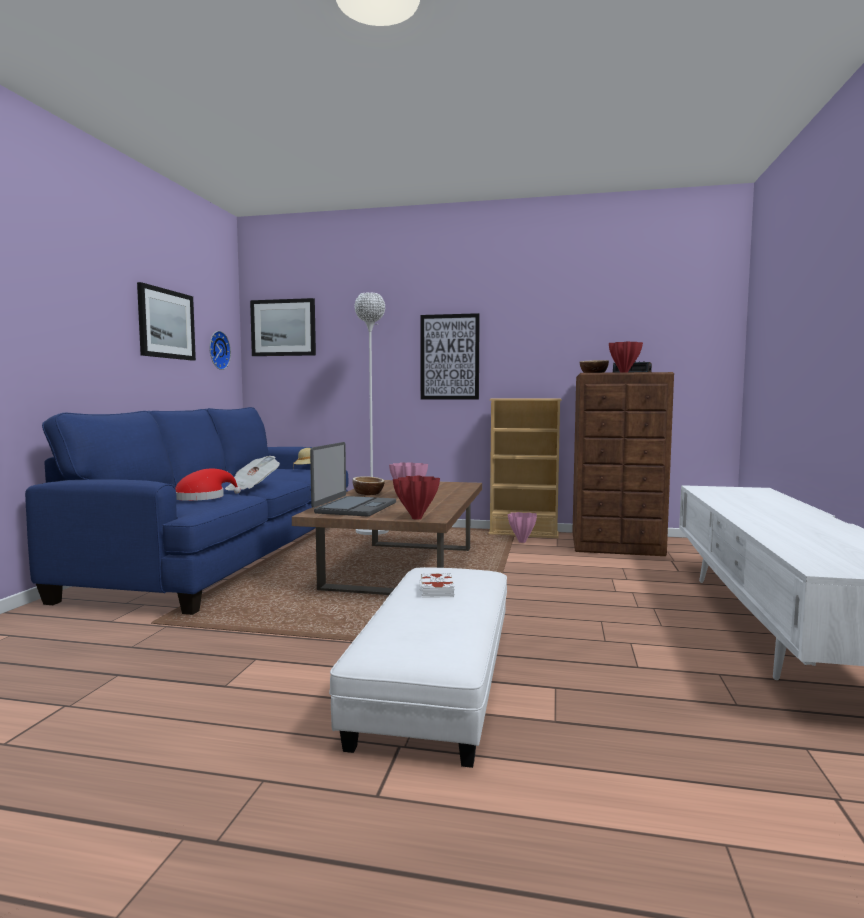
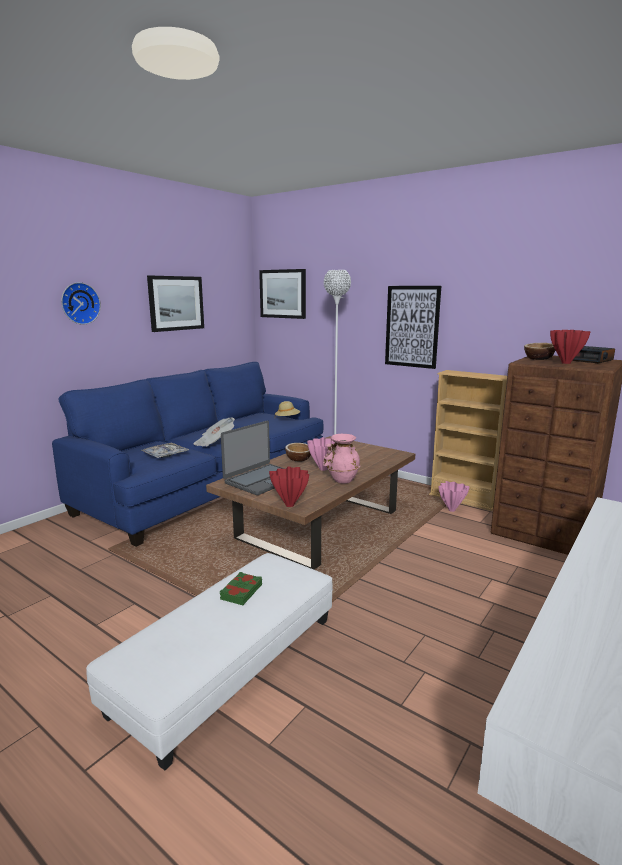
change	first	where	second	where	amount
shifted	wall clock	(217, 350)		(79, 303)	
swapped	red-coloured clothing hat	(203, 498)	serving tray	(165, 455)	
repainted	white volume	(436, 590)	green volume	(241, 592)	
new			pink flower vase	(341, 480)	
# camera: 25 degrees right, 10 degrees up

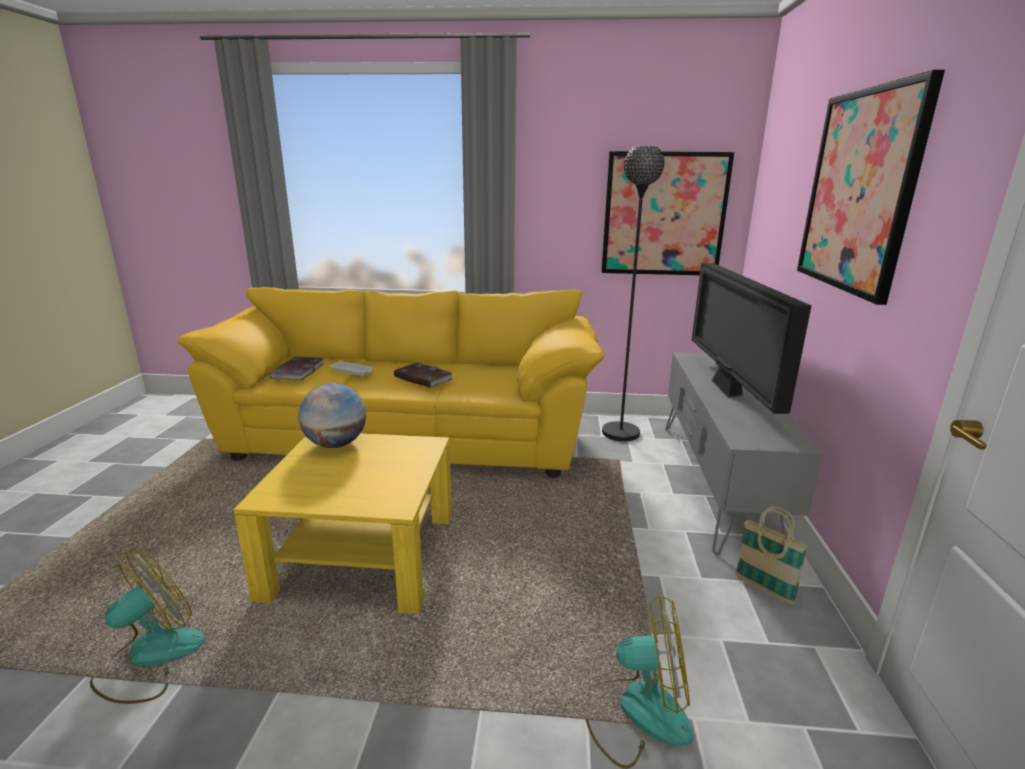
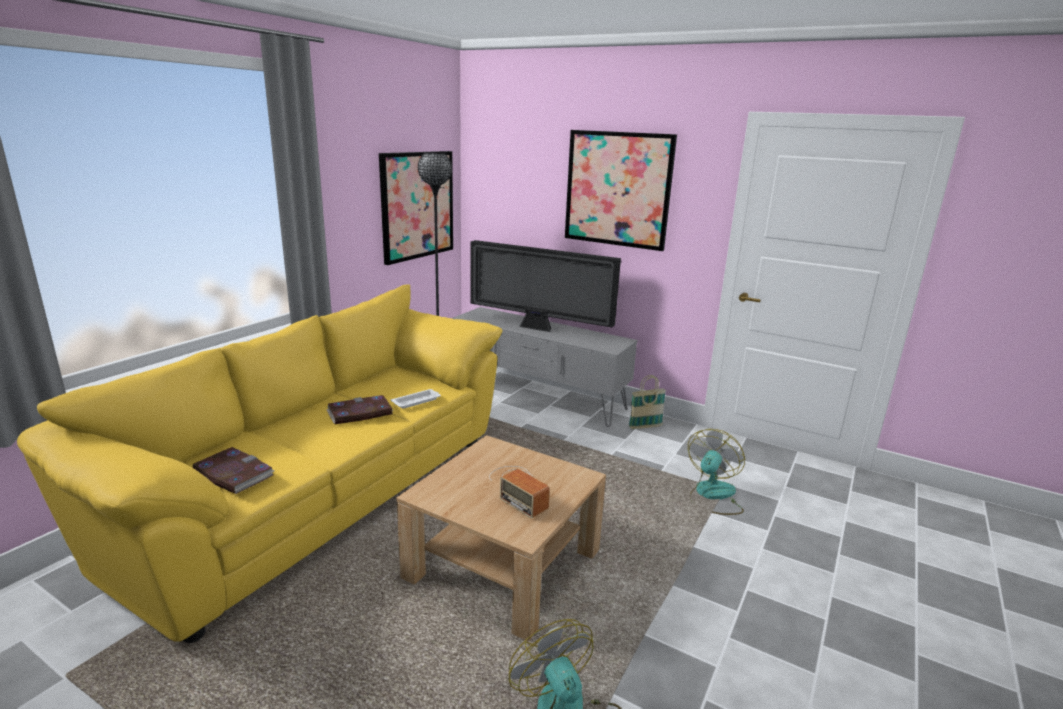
change	first	where	second	where	amount
shifted	white serving tray	(353, 371)		(417, 401)	
repainted	yellow-coloured coffee table	(363, 554)	brown coffee table	(503, 564)	
new			radio	(519, 488)	
gone	world globe	(336, 444)			
# camera: 65 degrees left, 0 degrees up

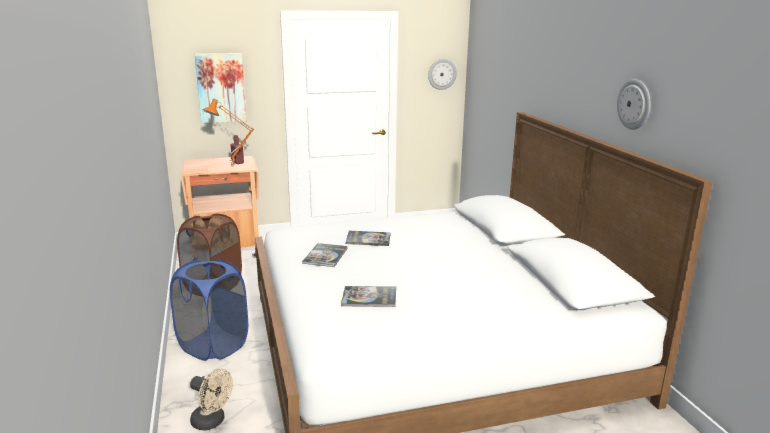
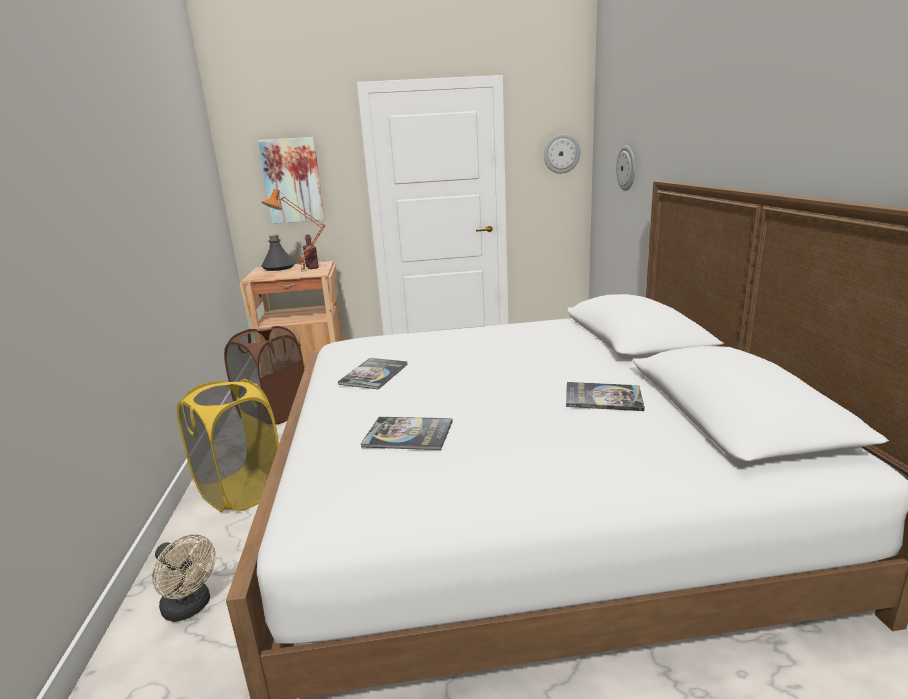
change	first	where	second	where	amount
repainted	blue-coloured laundry basket	(213, 346)	yellow-coloured laundry basket	(241, 491)	
new			greyish drink bottle	(278, 268)	
shifted	volume	(368, 239)		(603, 397)	
shifted	wall clock	(634, 104)		(627, 168)	
# camera: 10 degrees right, 0 degrees up

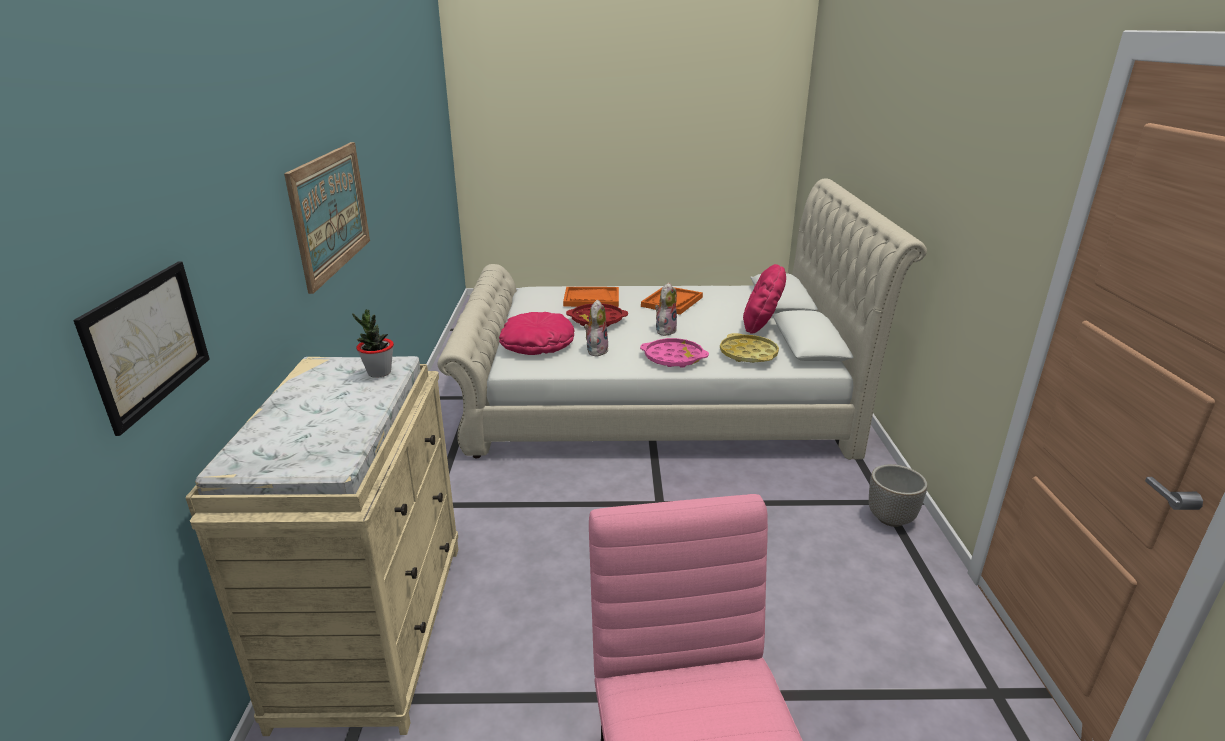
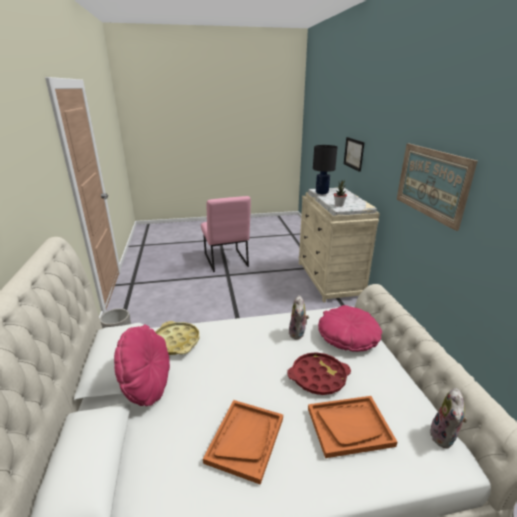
change	first	where	second	where	amount
new			black-coloured tabletop lamp	(322, 193)	
shifted	cuddly toy	(665, 330)		(444, 437)	
gone	pink serving tray	(673, 358)			
# camera: 170 degrees right, 0 degrees up

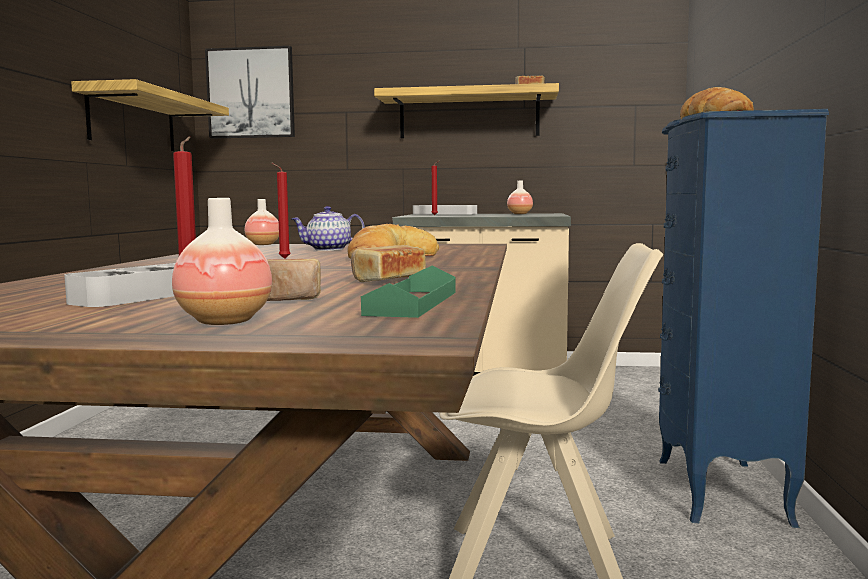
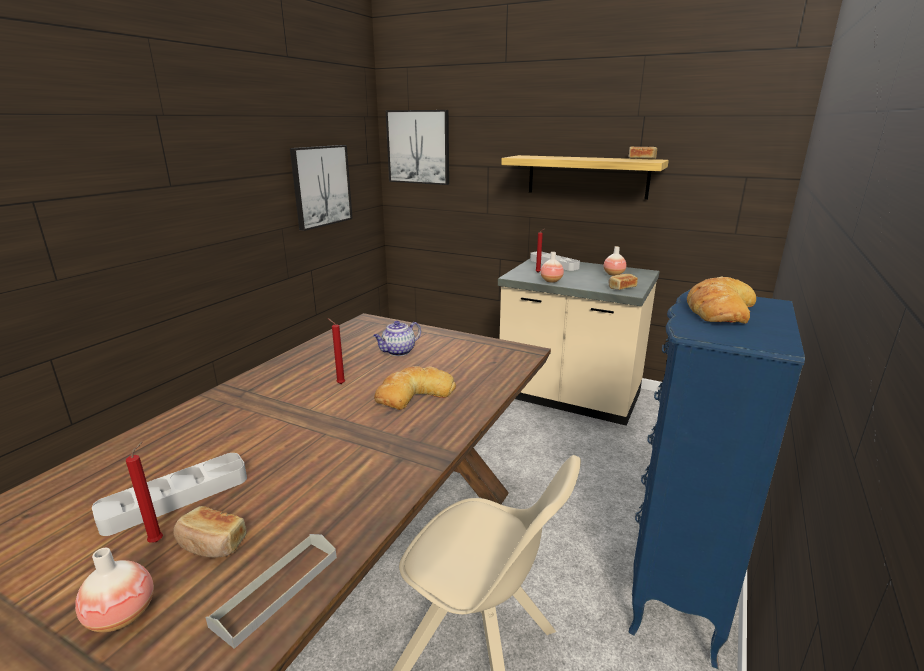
change	first	where	second	where	amount
repainted	green serving tray	(413, 303)	greyish serving tray	(277, 590)	
swapped	bracket shelf	(133, 121)	wall picture	(321, 186)	
rotated	tea pot	(328, 249)		(398, 352)	45 degrees counterclockwise
shifted	flower vase	(263, 244)		(551, 281)	
shifted	baked bread	(387, 280)		(621, 288)	
# camera: 20 degrees right, 15 degrees up

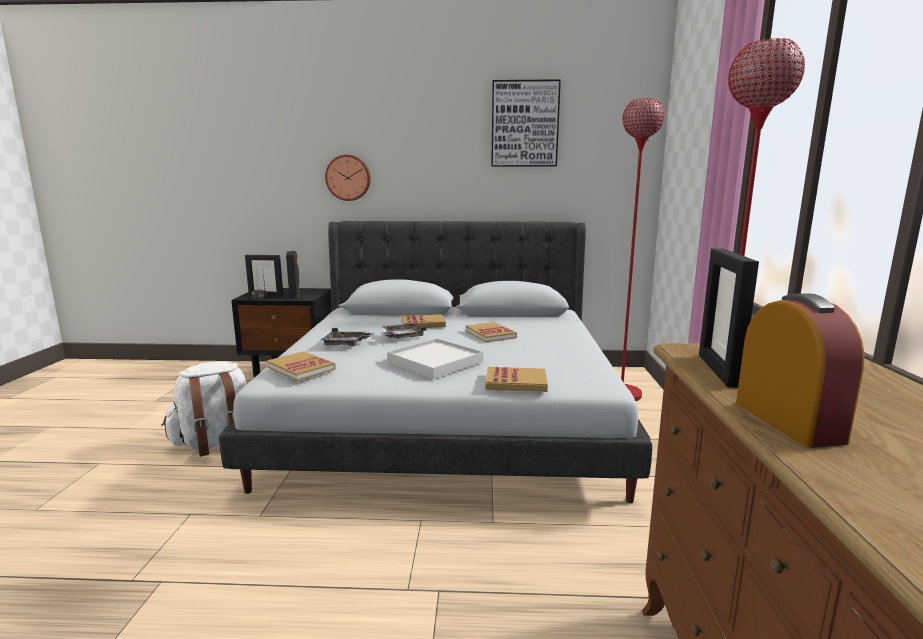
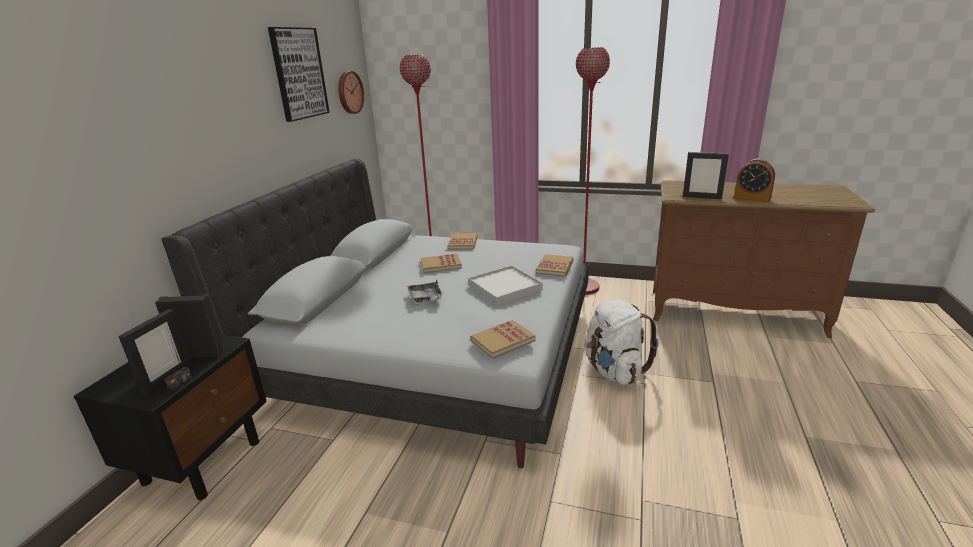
change	first	where	second	where	amount
shifted	wall clock	(348, 178)		(349, 92)	
shifted	volume	(422, 324)		(463, 243)	
shifted	white backpack	(217, 443)		(614, 370)	
rotated	bedside clock	(787, 421)		(752, 198)	150 degrees counterclockwise
gone	greyish serving tray	(346, 344)			
# camera: 75 degrees left, 10 degrees up

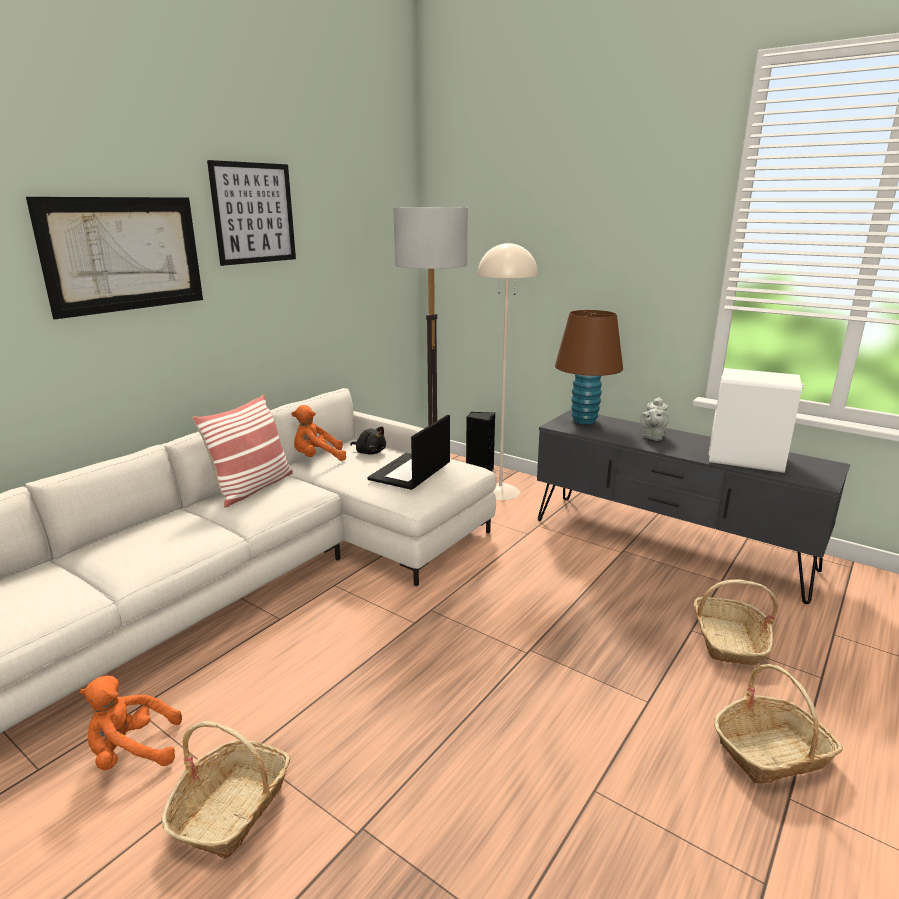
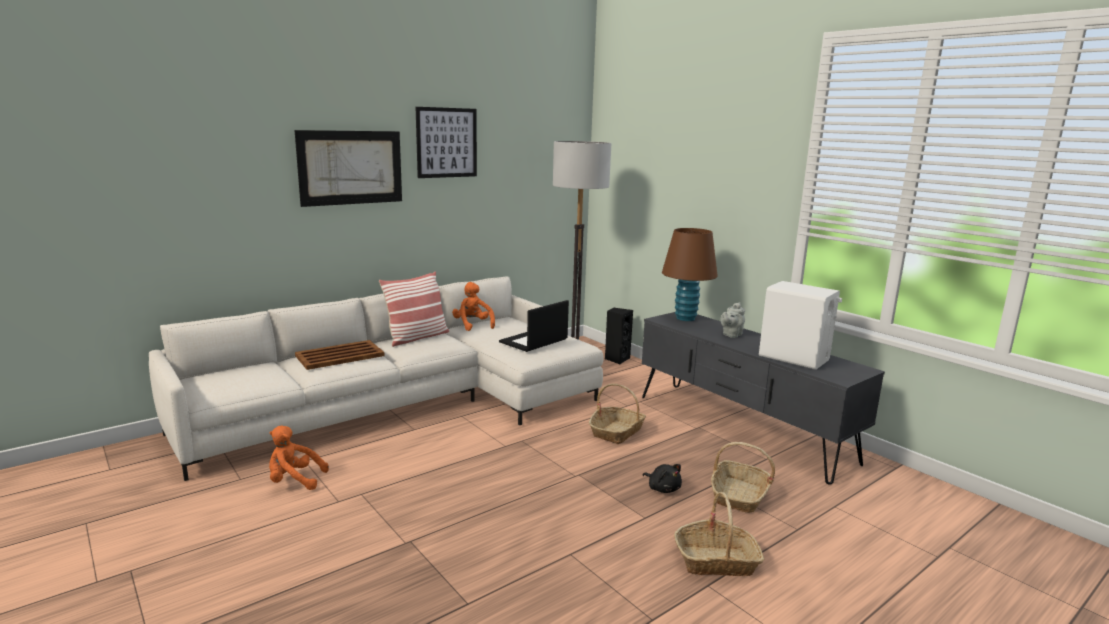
change	first	where	second	where	amount
new			brown serving tray	(341, 356)	
rotated	orange cuddly toy	(317, 458)		(473, 325)	60 degrees clockwise
shifted	storage basket	(232, 808)		(617, 432)	
shifted	black-coloured cuddly toy	(370, 452)		(663, 488)	
gone	beige standard lamp	(500, 491)			
# camera: 15 degrees right, 5 degrees down

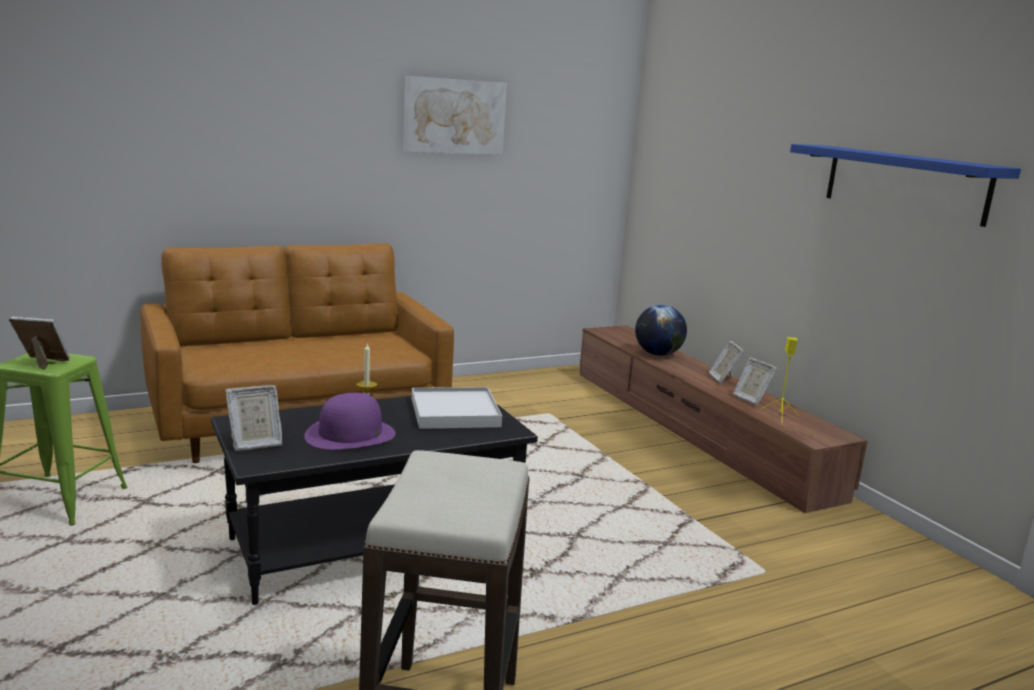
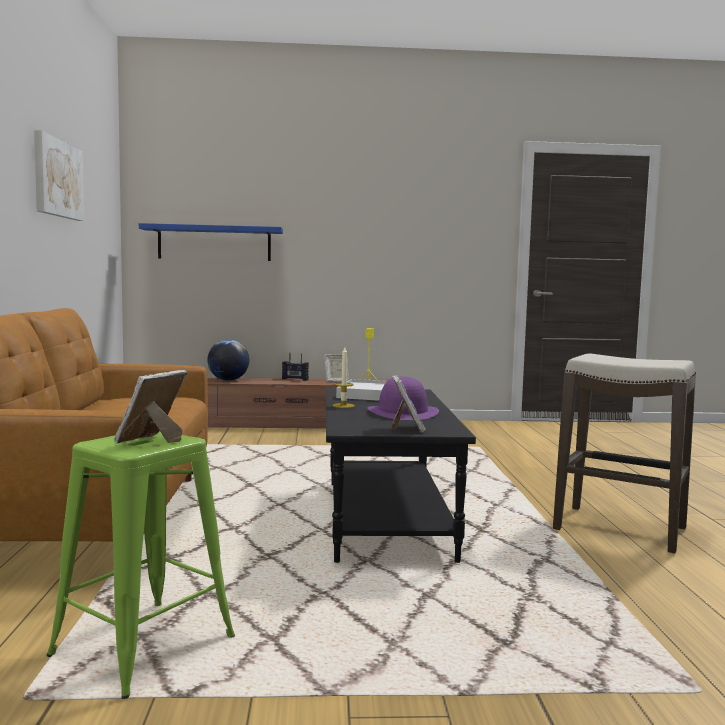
change	first	where	second	where	amount
shifted	blue-coloured bracket shelf	(904, 183)		(214, 243)	
swapped	photo frame	(723, 379)	radio	(295, 379)	
# camera: 65 degrees left, 10 degrees down

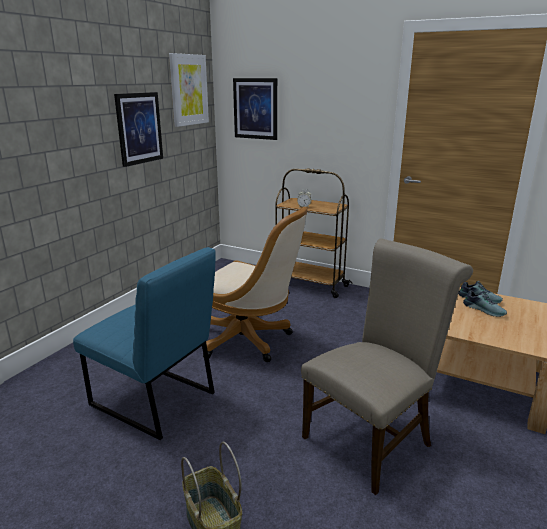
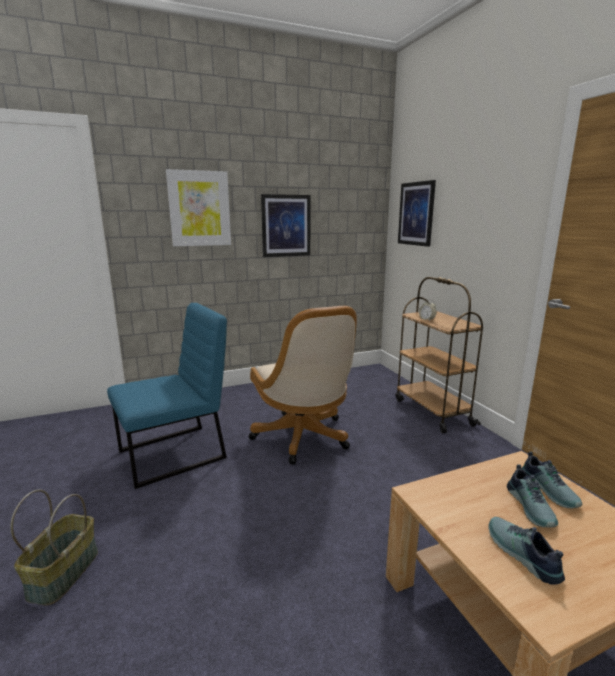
change	first	where	second	where	amount
rotated	blue-coloured upright chair	(155, 400)		(176, 453)	105 degrees counterclockwise
shifted	wall picture	(188, 90)		(199, 209)	
new			item of footwear	(520, 554)	
gone	beige upright chair	(372, 438)			
# camera: 40 degrees right, 5 degrees down

